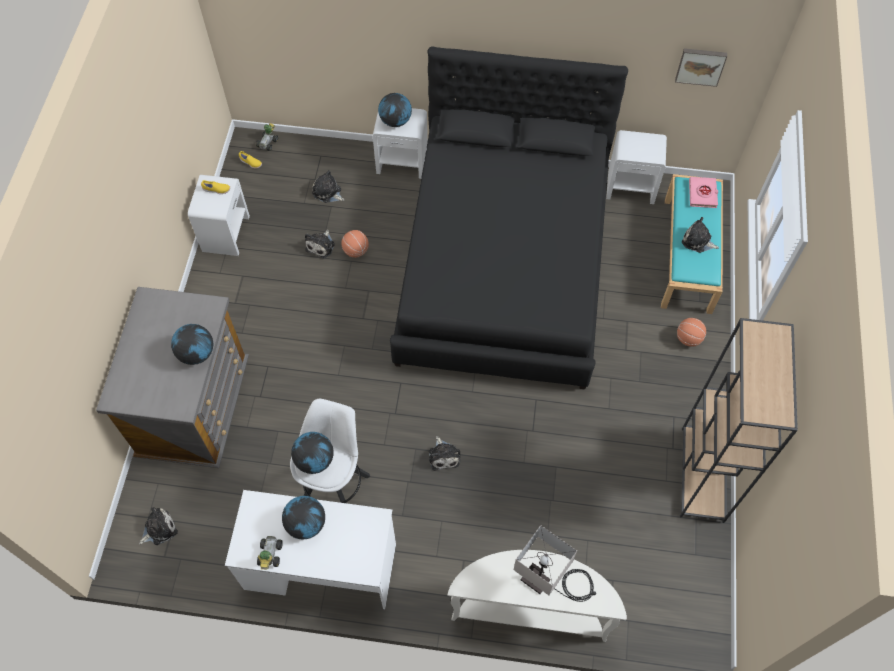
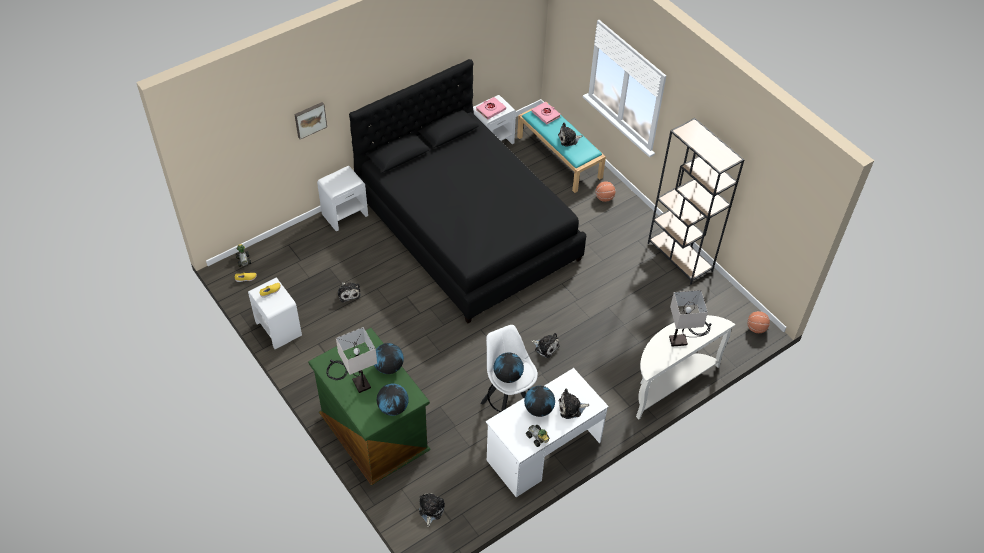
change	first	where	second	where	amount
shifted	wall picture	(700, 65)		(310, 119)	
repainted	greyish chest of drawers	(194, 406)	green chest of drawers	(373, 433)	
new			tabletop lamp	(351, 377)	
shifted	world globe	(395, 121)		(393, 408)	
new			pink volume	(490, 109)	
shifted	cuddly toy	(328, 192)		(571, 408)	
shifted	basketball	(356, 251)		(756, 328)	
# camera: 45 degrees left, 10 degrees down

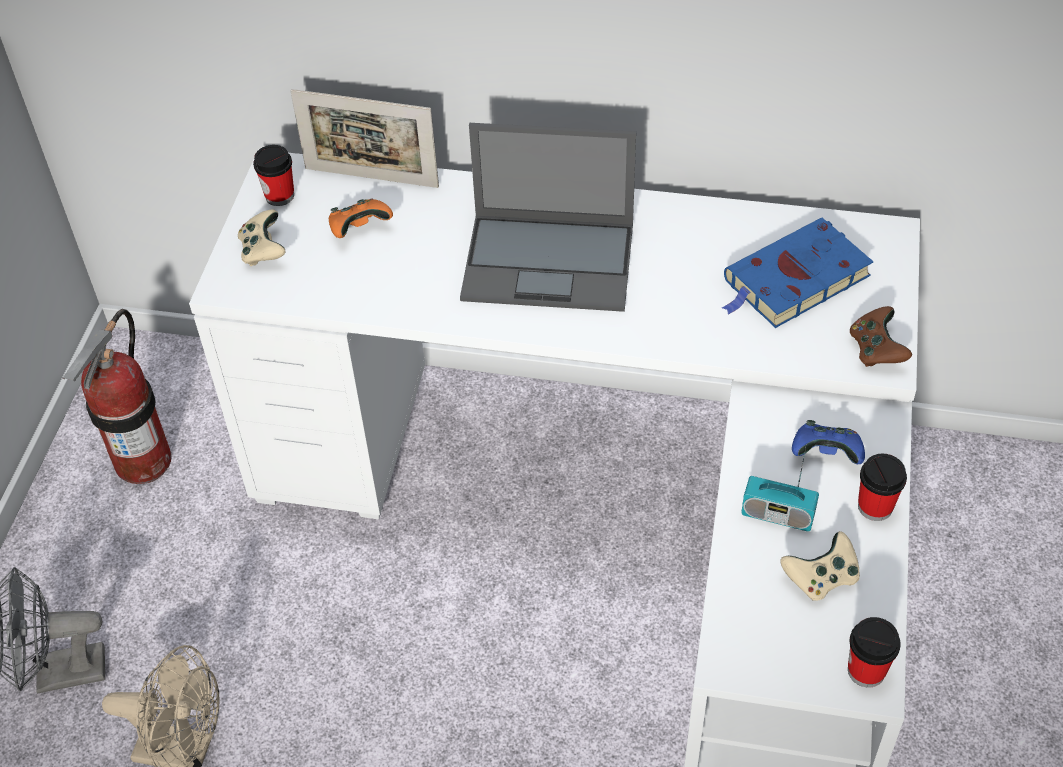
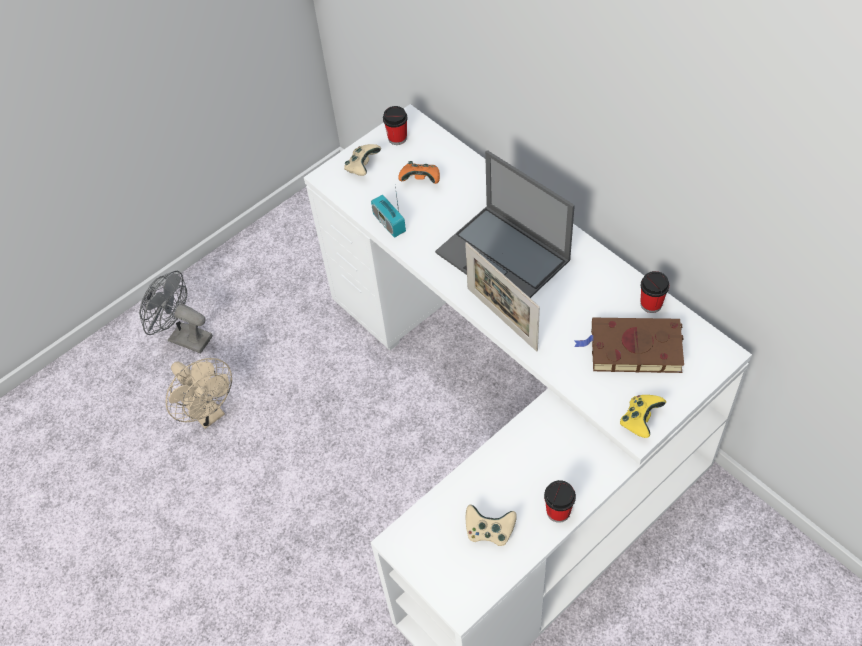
change	first	where	second	where	amount
shifted	radio	(777, 515)		(389, 223)	
shifted	photo frame	(371, 177)		(501, 319)	
repainted	blue-coloured volume	(794, 281)	brown volume	(632, 349)	
repainted	brown gamepad	(876, 350)	yellow-coloured gamepad	(640, 420)	
shifted	small cup	(866, 670)		(651, 304)	
gone	fire-fighting cylinder	(143, 461)			
gone	blue-coloured gamepad	(826, 454)			
# camera: 40 degrees right, 5 degrees up

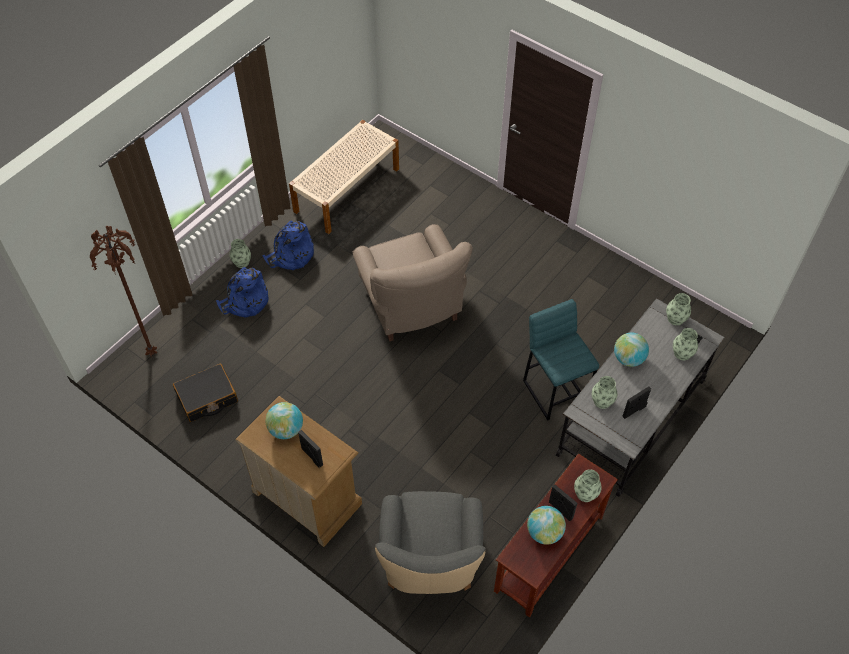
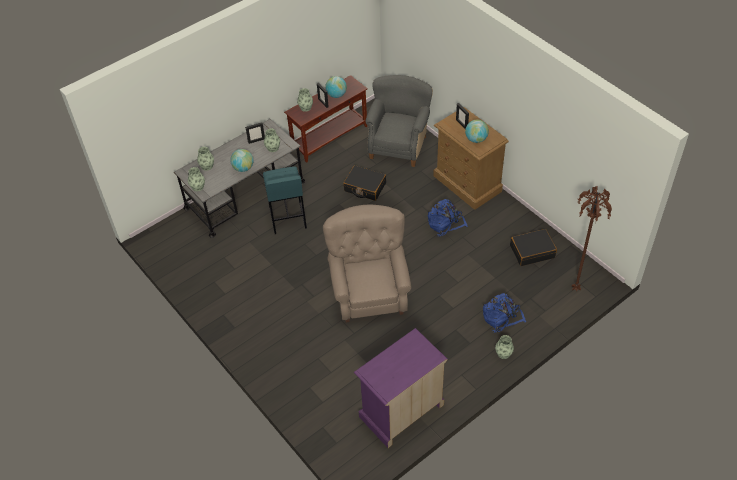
change	first	where	second	where	amount
new			black-coloured piece of luggage	(365, 187)	
swapped	beige indoor bench	(346, 190)	purple-coloured chest of drawers	(401, 411)	
shifted	blue-coloured backpack	(291, 256)		(445, 223)	
# camera: 165 degrees left, 5 degrees down

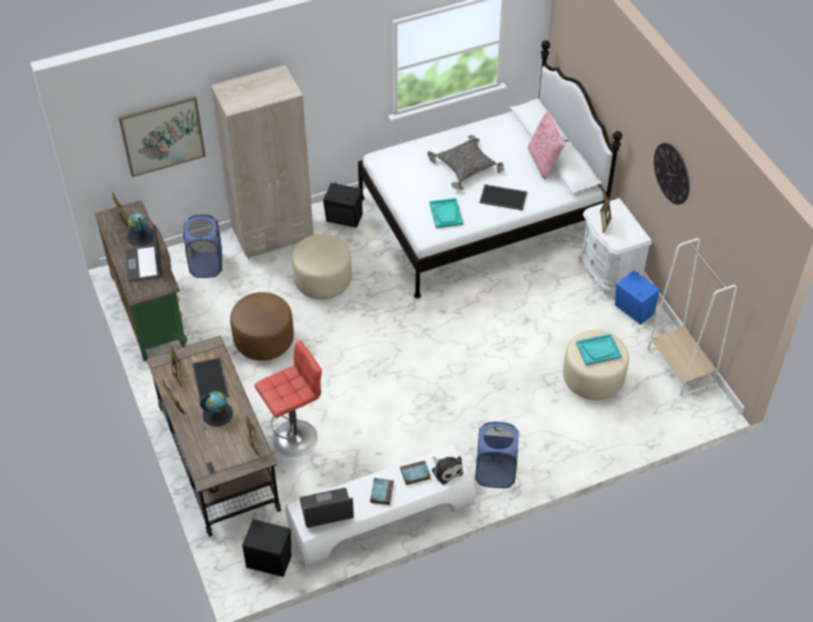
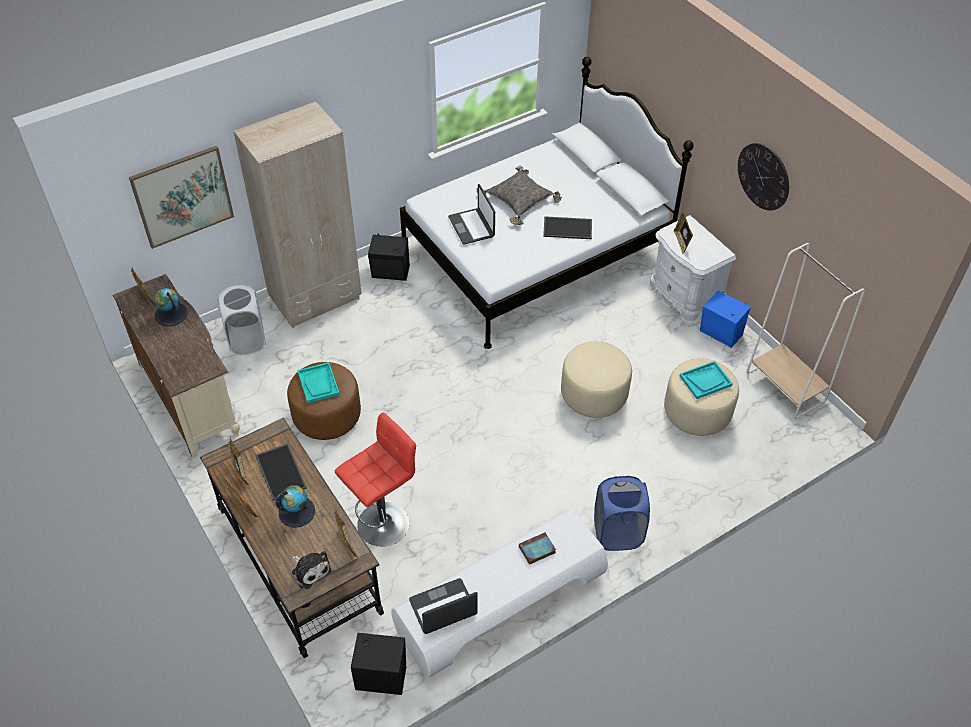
change	first	where	second	where	amount
repainted	green chest of drawers	(150, 309)	beige chest of drawers	(190, 397)	
repainted	blue-coloured laundry basket	(206, 265)	white laundry basket	(247, 340)	
shifted	cuddly toy	(446, 470)		(310, 570)	
shifted	turquoise serving tray	(446, 214)		(318, 383)	
shifted	portable computer	(144, 263)		(472, 227)	
shifted	beige pouffe	(323, 281)		(594, 395)	
gone	volume	(381, 492)			
gone	pink throw pillow	(543, 164)			
# camera: 10 degrees left, 0 degrees up

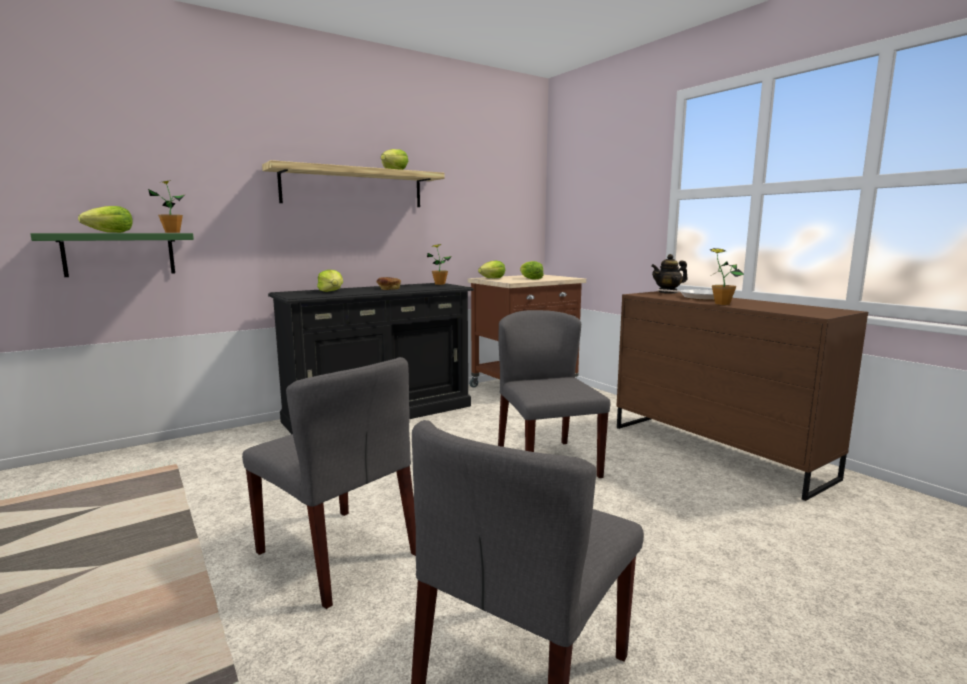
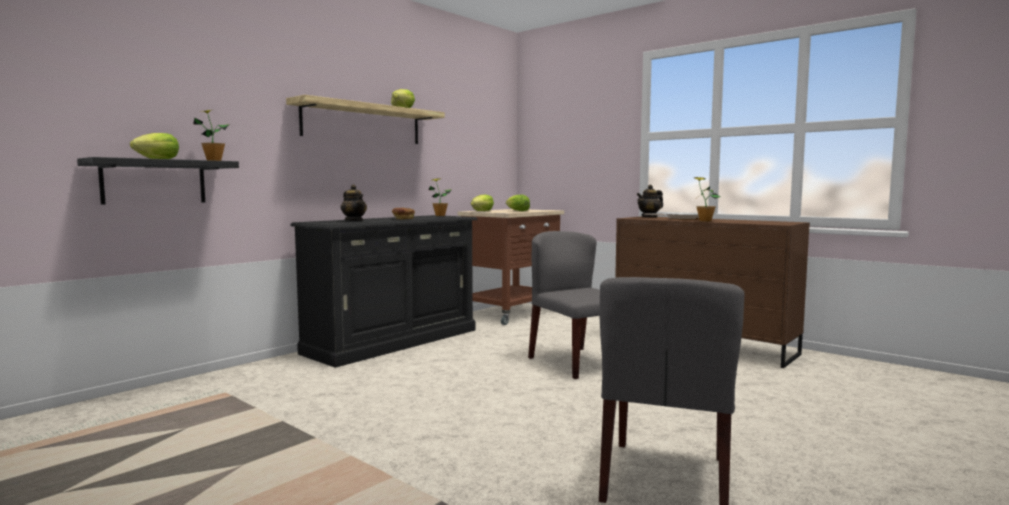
change	first	where	second	where	amount
repainted	green bracket shelf	(119, 254)	black-coloured bracket shelf	(154, 182)	
swapped	lettuce	(331, 291)	tea pot	(354, 221)	
gone	greyish upright chair	(339, 553)			
# camera: 15 degrees left, 5 degrees down

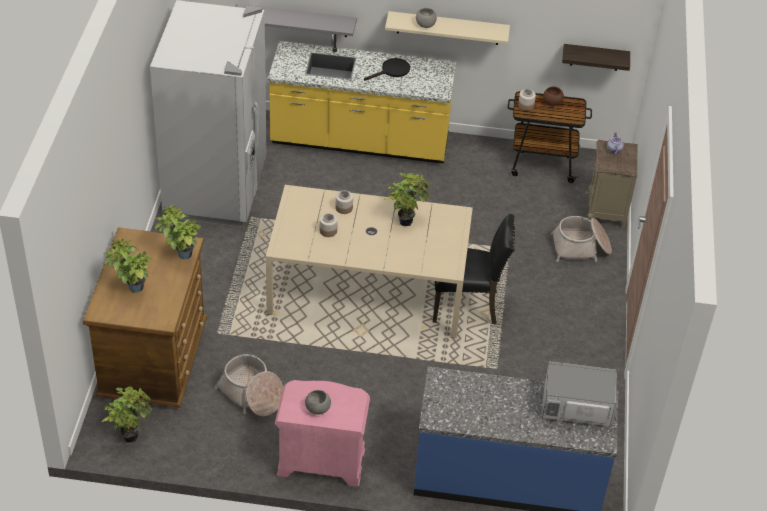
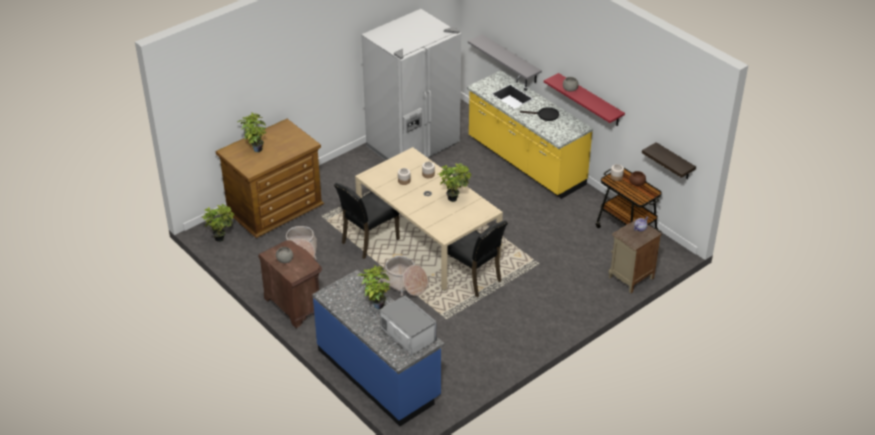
change	first	where	second	where	amount
repainted	pink night table	(321, 458)	brown night table	(295, 304)	
new			black-coloured upright chair	(368, 241)	
shifted	plant in a pot	(180, 255)		(376, 304)	
shifted	storage basket	(581, 248)		(404, 283)	
repainted	beige bracket shelf	(448, 28)	red-coloured bracket shelf	(590, 100)	
# camera: 45 degrees right, 5 degrees down

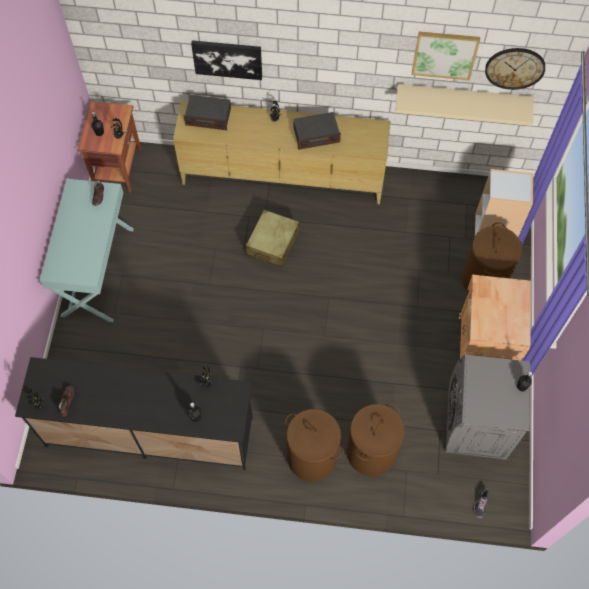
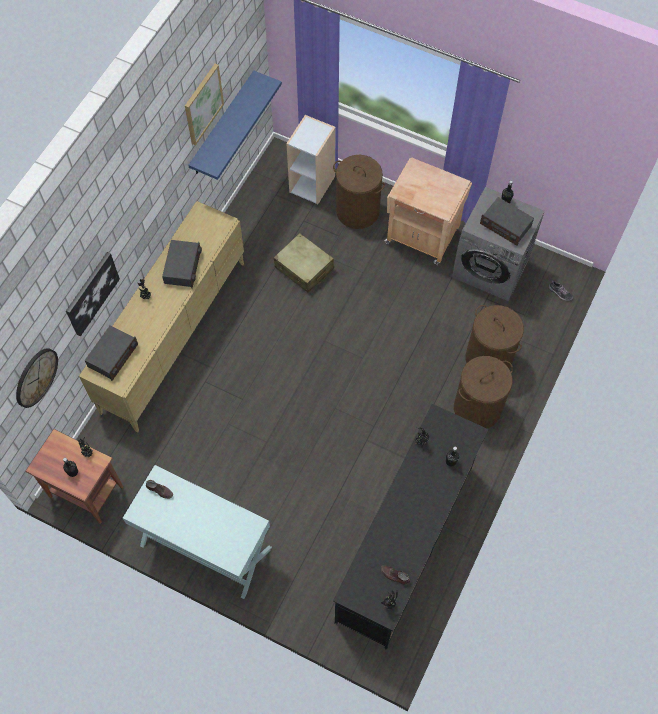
change	first	where	second	where	amount
shifted	wall clock	(515, 68)		(36, 377)	
repainted	beige bracket shelf	(463, 98)	blue-coloured bracket shelf	(222, 124)	
shifted	beige piece of luggage	(272, 243)		(304, 268)	
new			radio	(505, 225)	
# camera: 70 degrees left, 0 degrees up

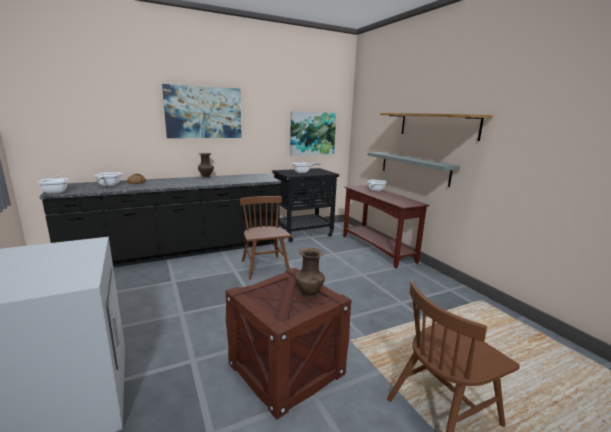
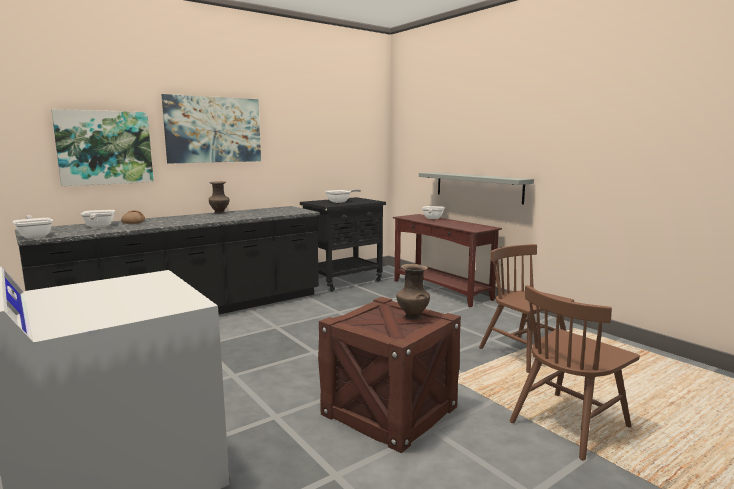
change	first	where	second	where	amount
shifted	wall picture	(312, 133)		(105, 147)	
shifted	brown upright chair	(265, 267)		(524, 354)	
gone	bracket shelf	(437, 125)			
# camera: 10 degrees left, 5 degrees down

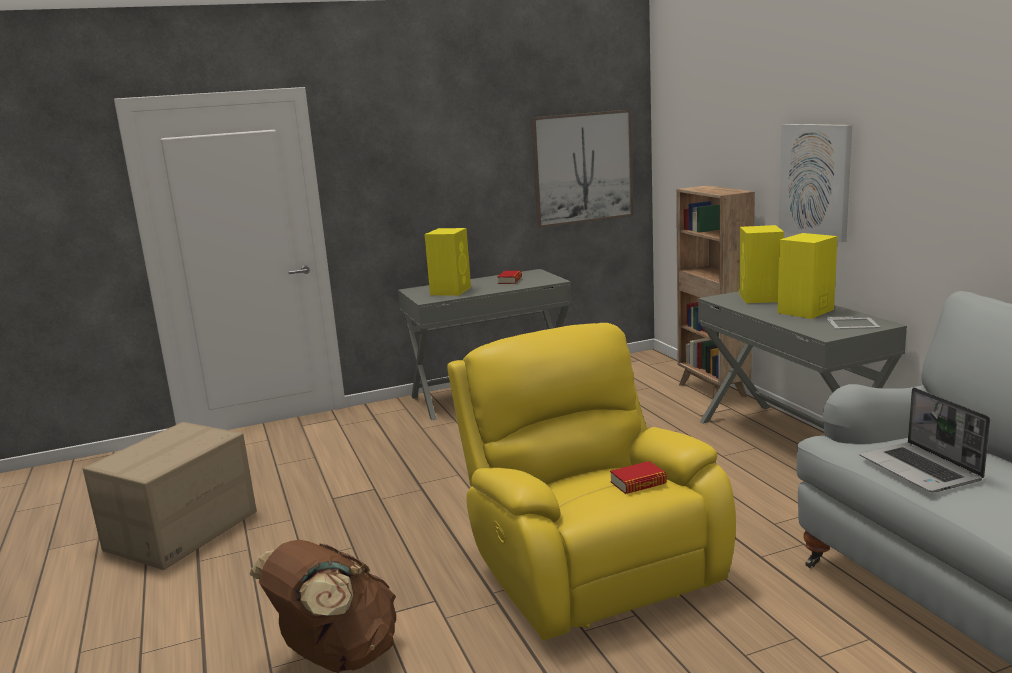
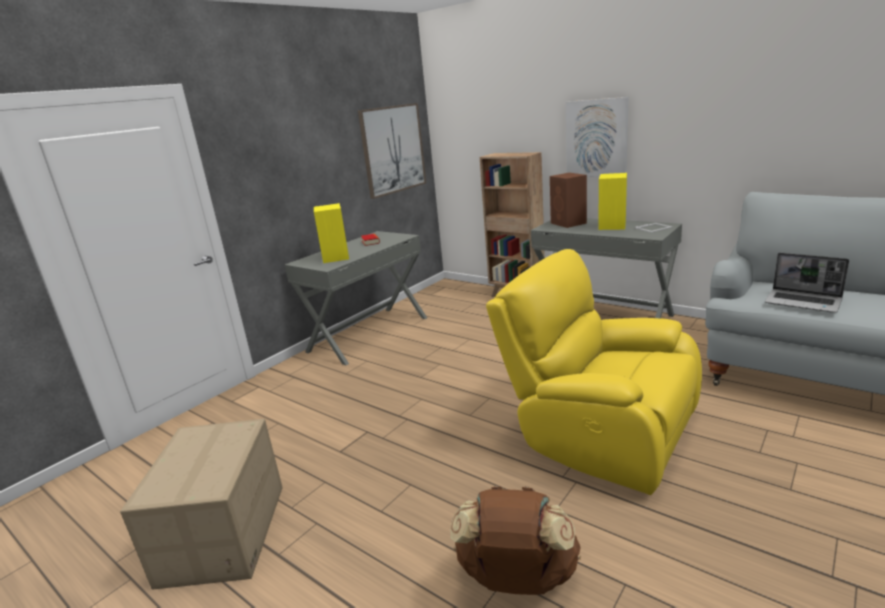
change	first	where	second	where	amount
repainted	yellow-coloured loudspeaker	(760, 298)	brown loudspeaker	(569, 223)	
gone	volume	(638, 483)			
# camera: 30 degrees left, 5 degrees up

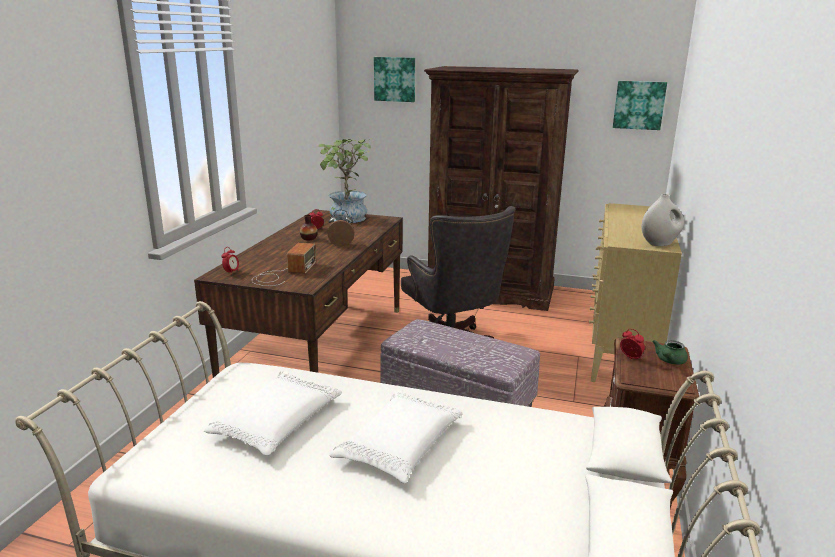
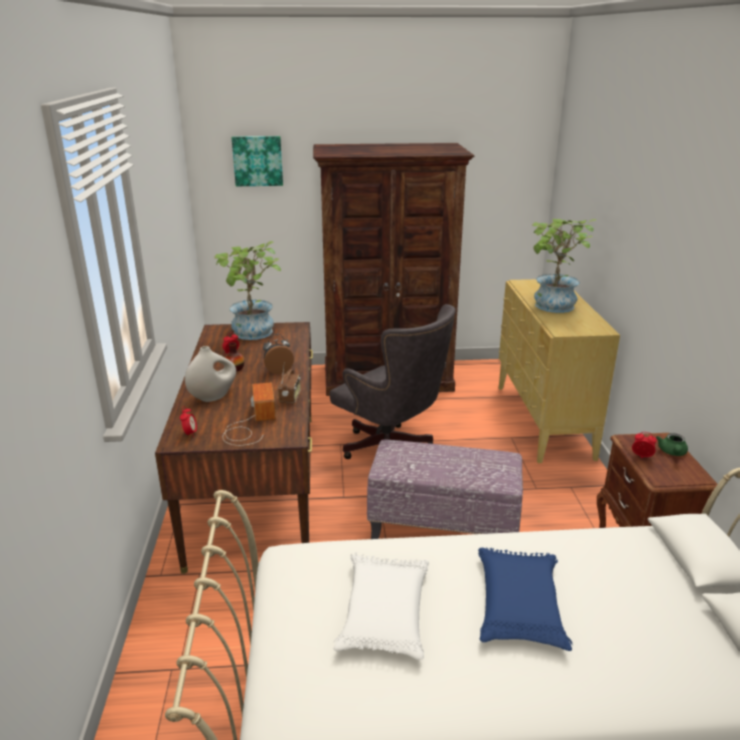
change	first	where	second	where	amount
shifted	white flower vase	(659, 243)		(213, 397)	
new			radio	(290, 397)	
repainted	white throw pillow	(400, 442)	blue-coloured throw pillow	(520, 603)	
new			plant in a pot	(552, 307)	
gone	wall picture	(639, 105)			
# camera: 20 degrees left, 5 degrees up

